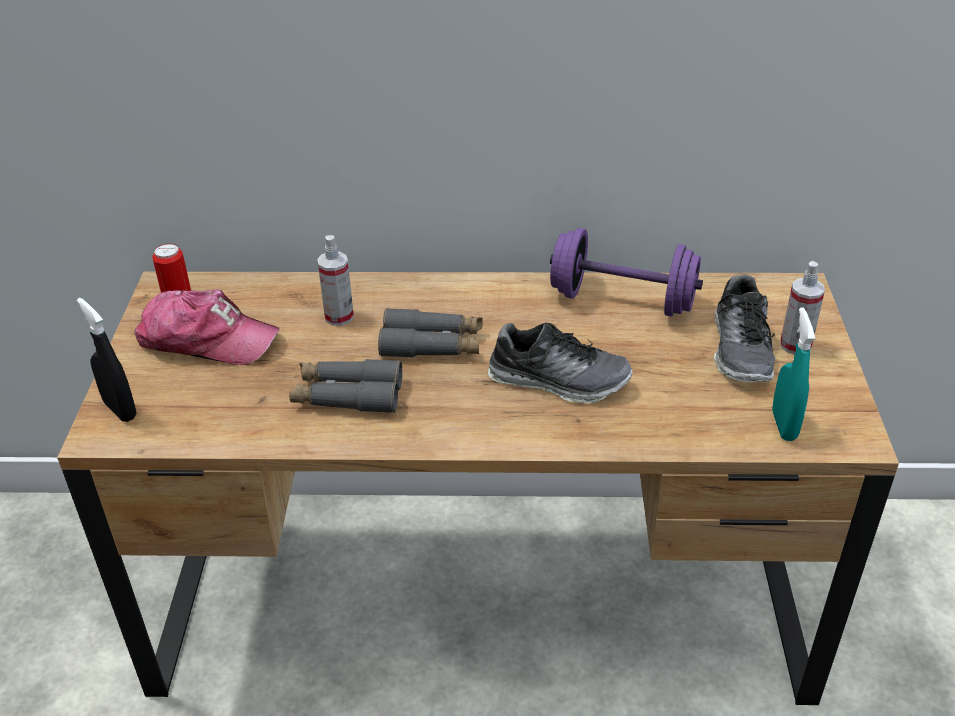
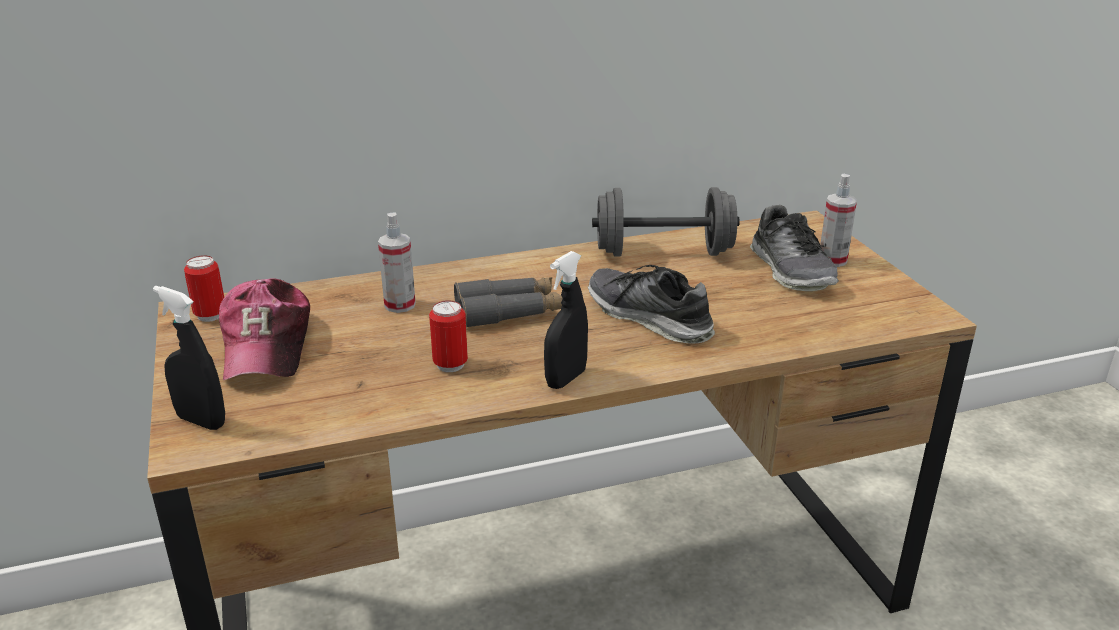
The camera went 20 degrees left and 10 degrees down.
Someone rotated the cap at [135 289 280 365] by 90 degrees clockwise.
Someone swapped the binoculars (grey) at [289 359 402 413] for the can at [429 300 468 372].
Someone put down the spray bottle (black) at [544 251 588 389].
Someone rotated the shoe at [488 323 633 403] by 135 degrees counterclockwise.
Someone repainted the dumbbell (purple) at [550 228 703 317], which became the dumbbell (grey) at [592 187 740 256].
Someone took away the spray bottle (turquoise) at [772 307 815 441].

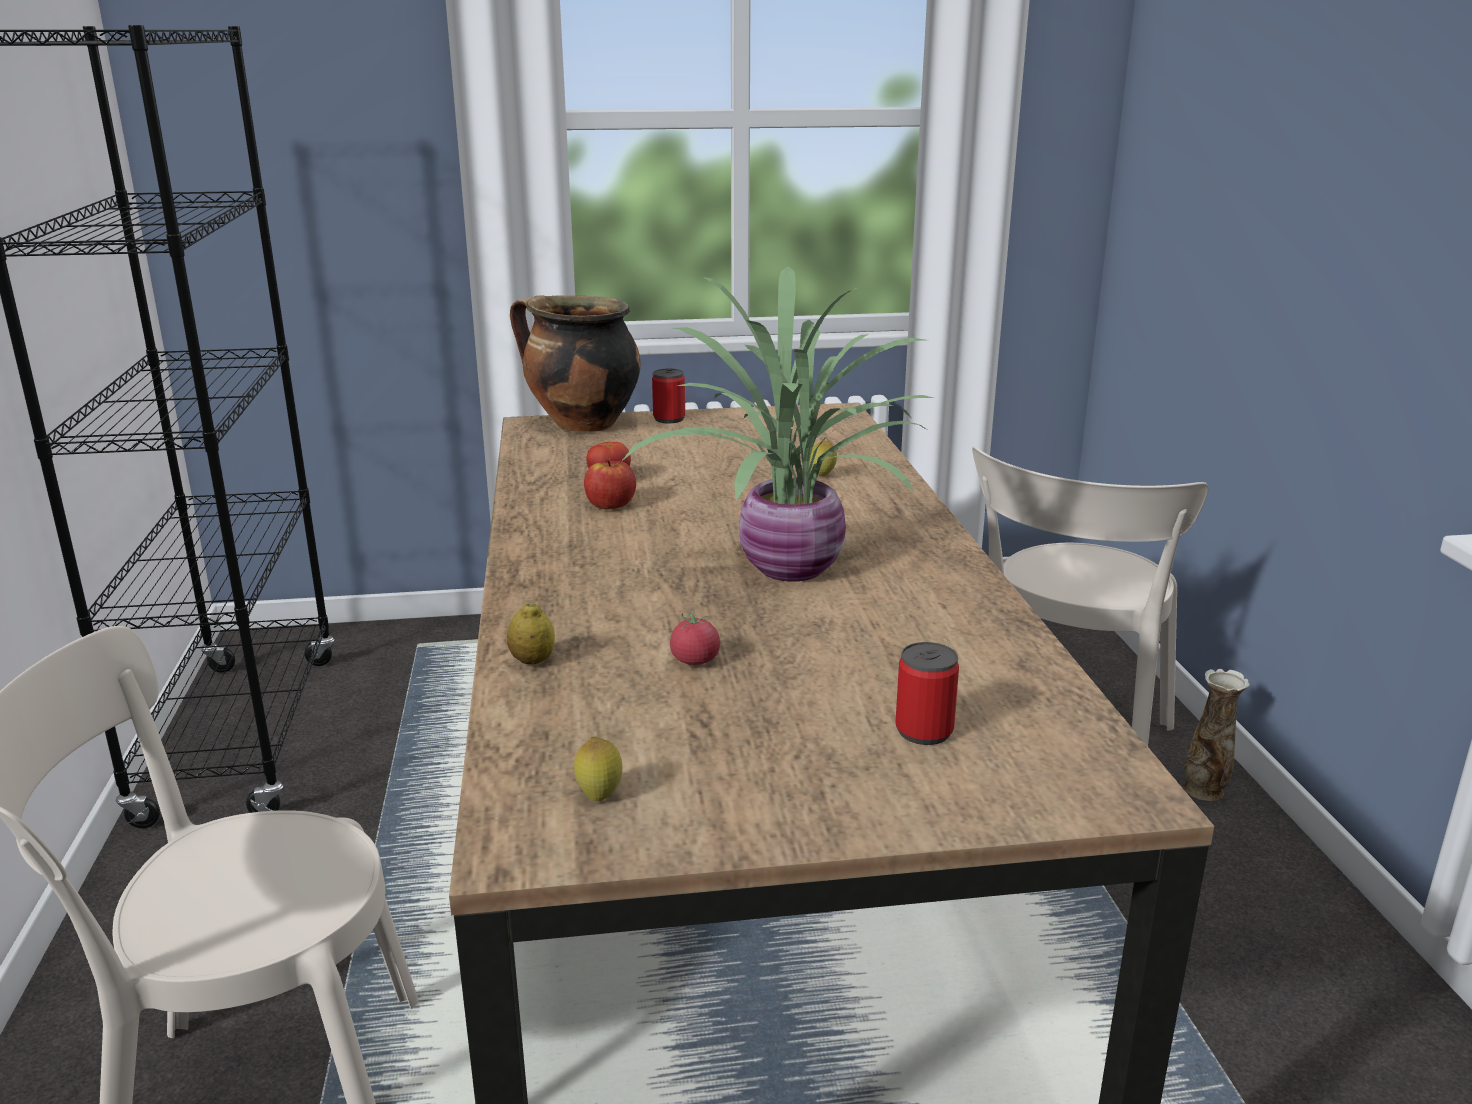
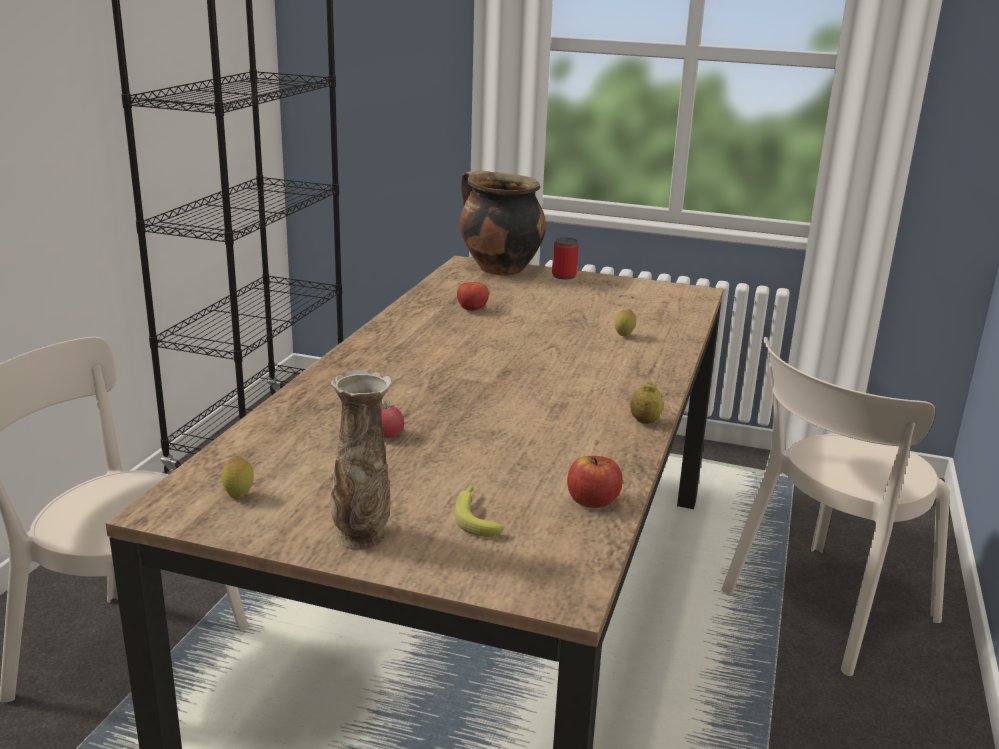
The camera went 25 degrees right and 0 degrees up.
Someone carried the vase from [1184 669 1250 801] to [331 370 392 550].
Someone swapped the can at [896 642 959 745] for the banana at [455 484 505 537].
Someone carried the apple from [584 460 636 510] to [567 456 623 508].
Someone carried the lemon from [507 602 555 664] to [630 381 663 424].
Someone took away the potted plant at [622 267 933 581].

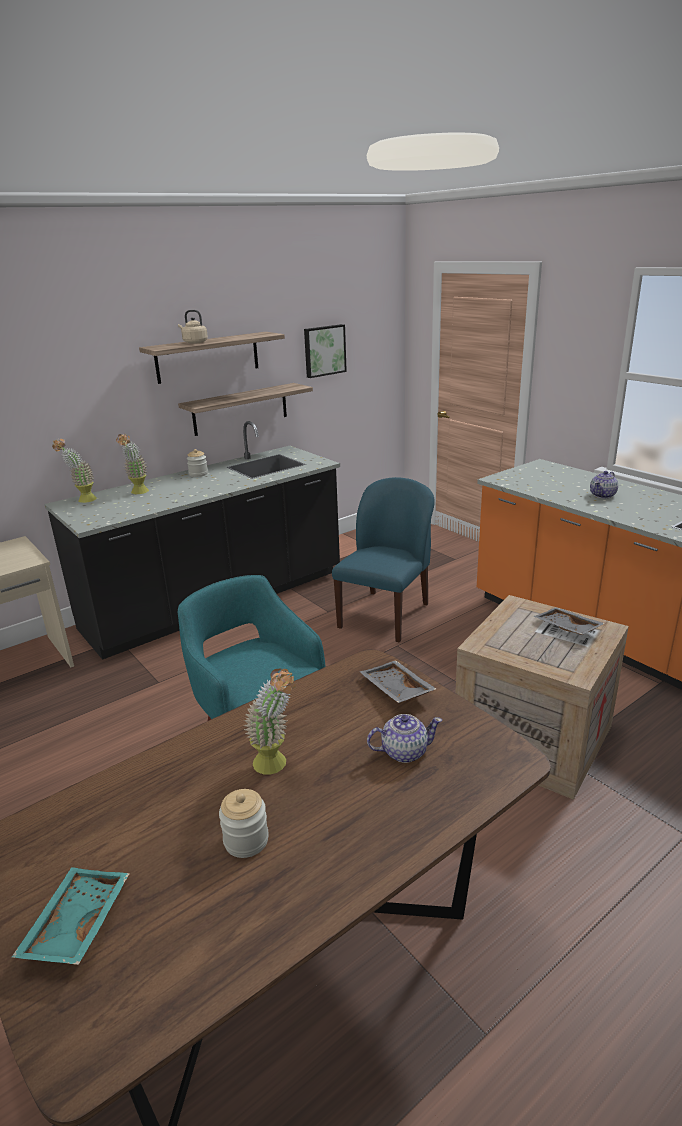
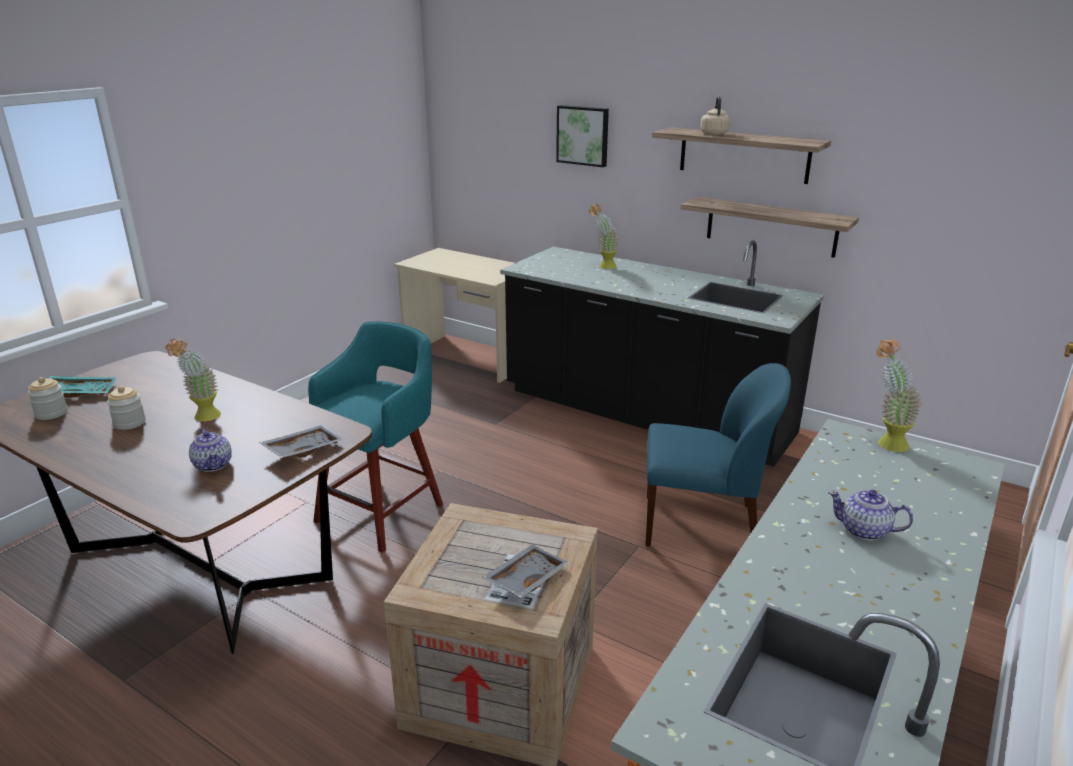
The camera went 70 degrees right and 0 degrees up.
Someone carried the jar from [187 449 208 477] to [27 377 68 420].
Someone carried the picture from [304 324 347 378] to [556 105 609 167].
Someone carried the potted plant from [52 439 97 503] to [876 339 922 452].

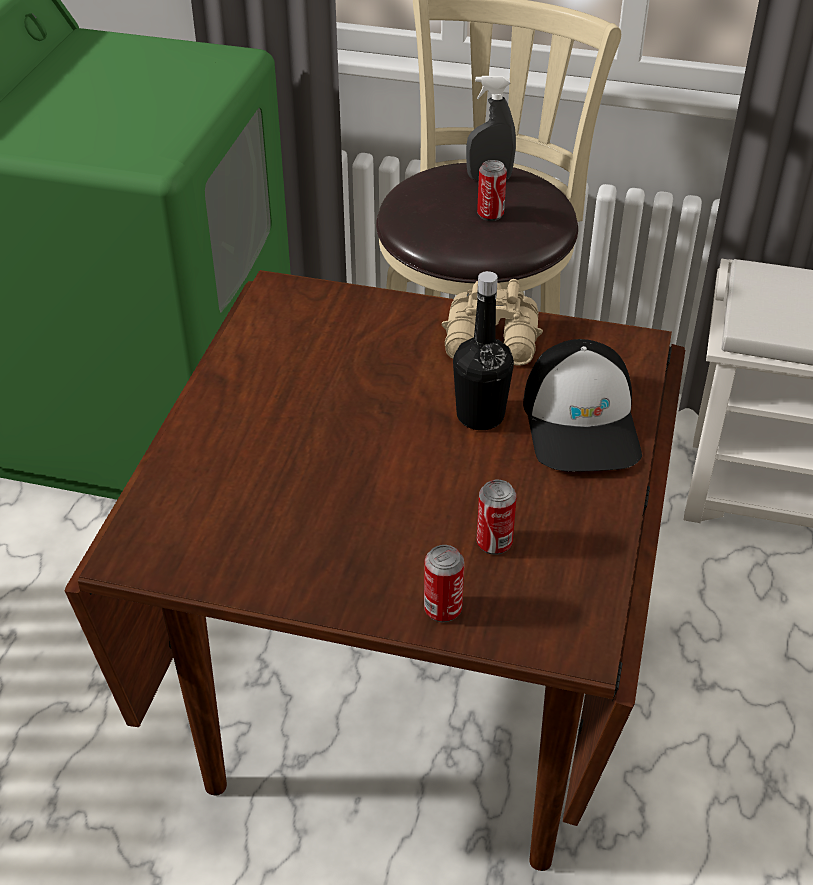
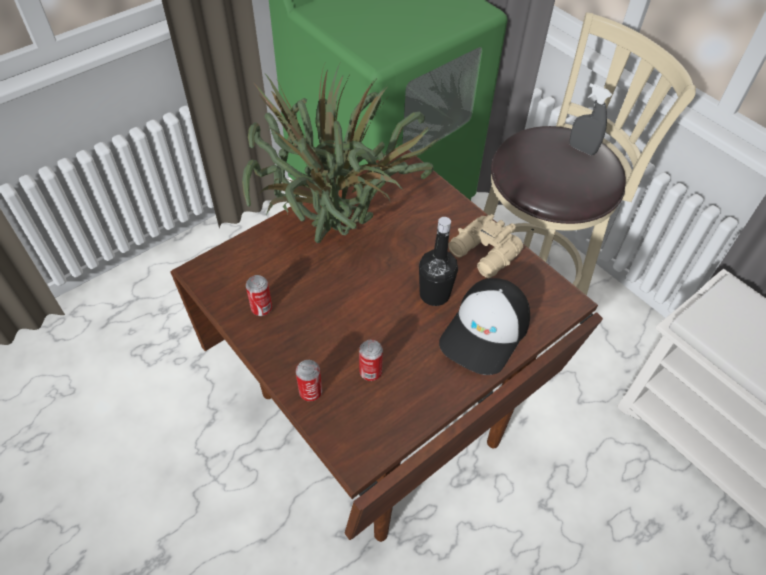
The camera went 35 degrees right and 10 degrees up.
Someone put down the potted plant at [242 63 441 243].
Someone carried the can from [477 160 507 221] to [246 275 272 316].

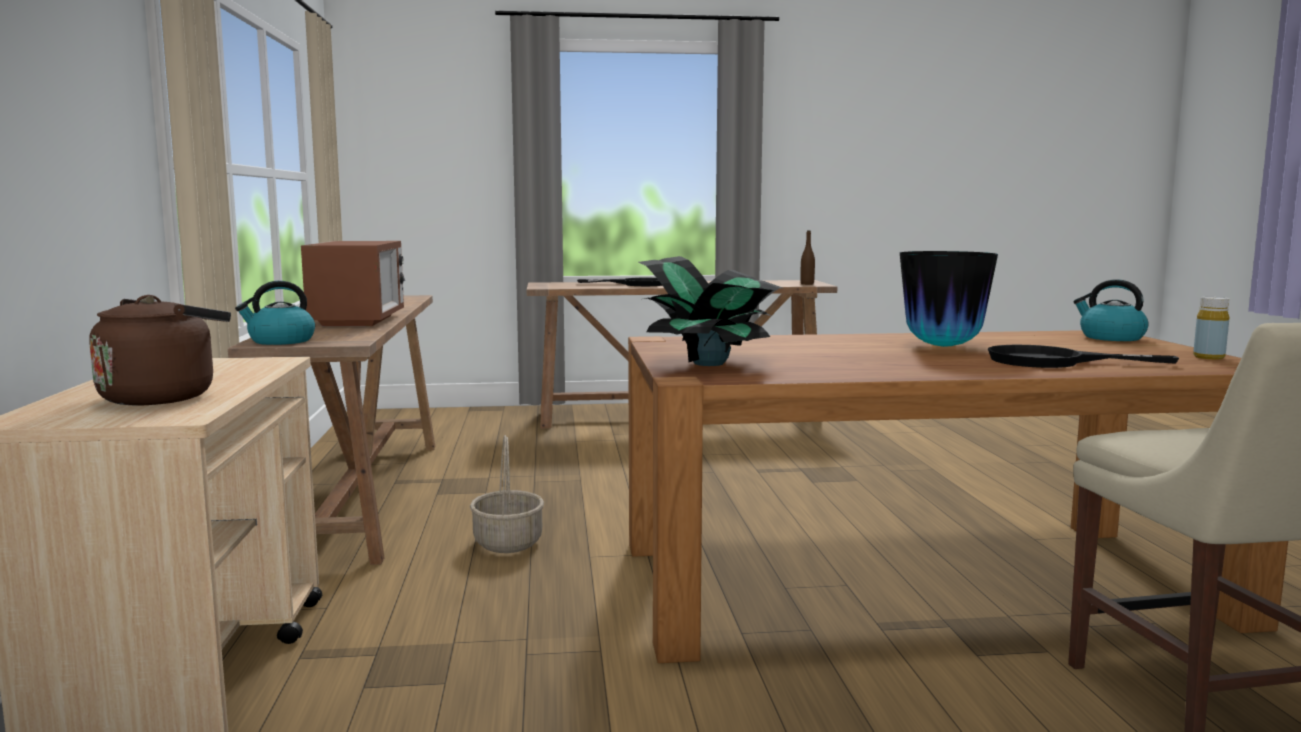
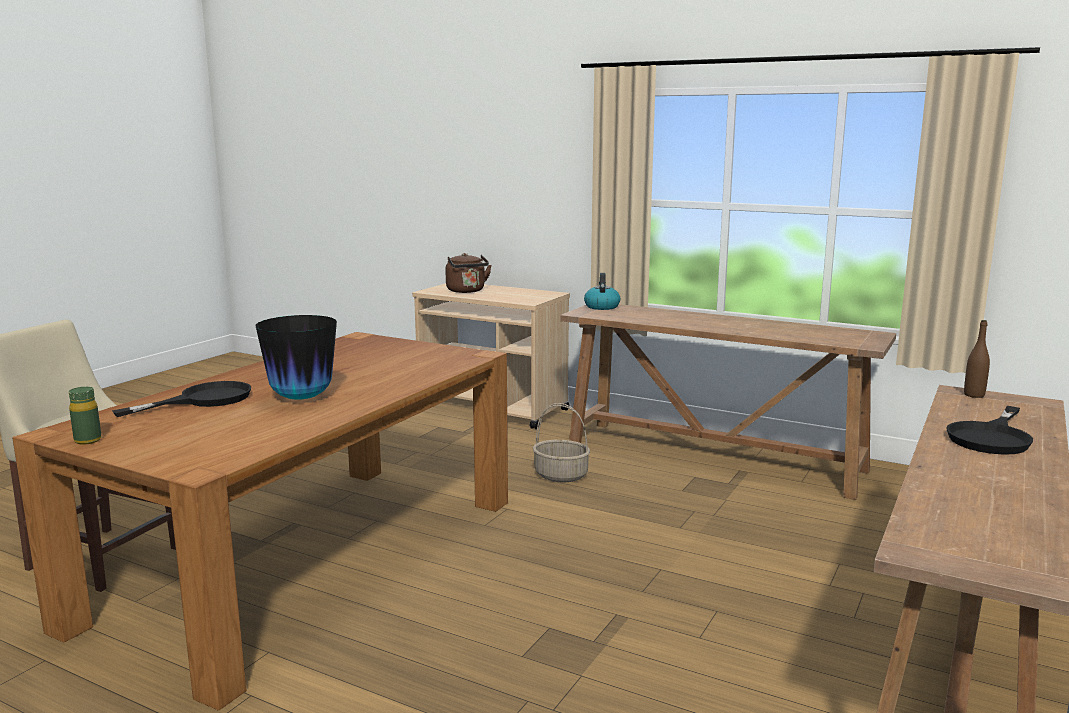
The camera went 125 degrees right and 5 degrees up.
Someone repainted the bottle (yellow) at [1193 297 1230 360], which became the bottle (green) at [69 387 102 445].
Someone carried the bottle (brown) from [800 230 815 285] to [964 320 990 398].
Someone took away the microwave at [301 241 405 327].
Someone took away the potted plant at [639 256 782 366].
Someone took away the kettle at [1073 279 1149 341].

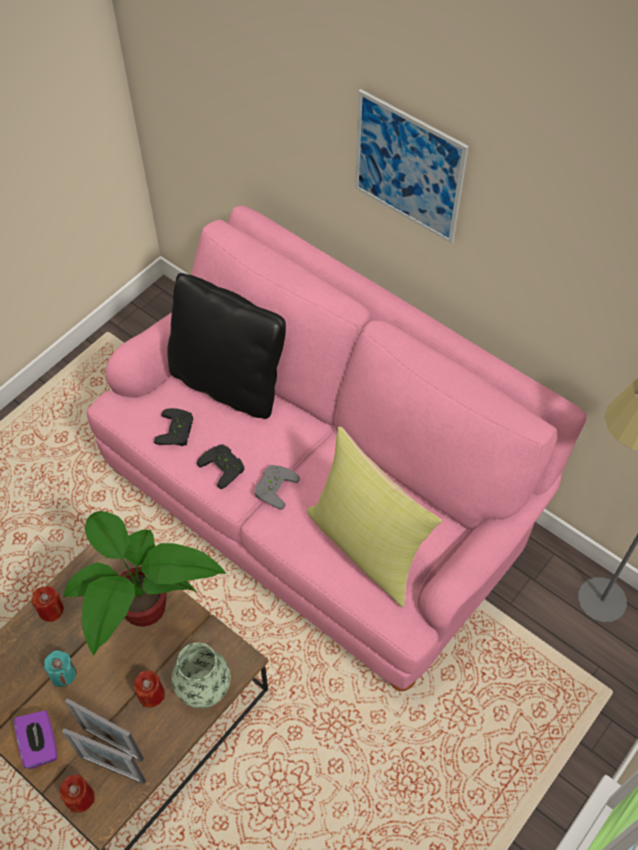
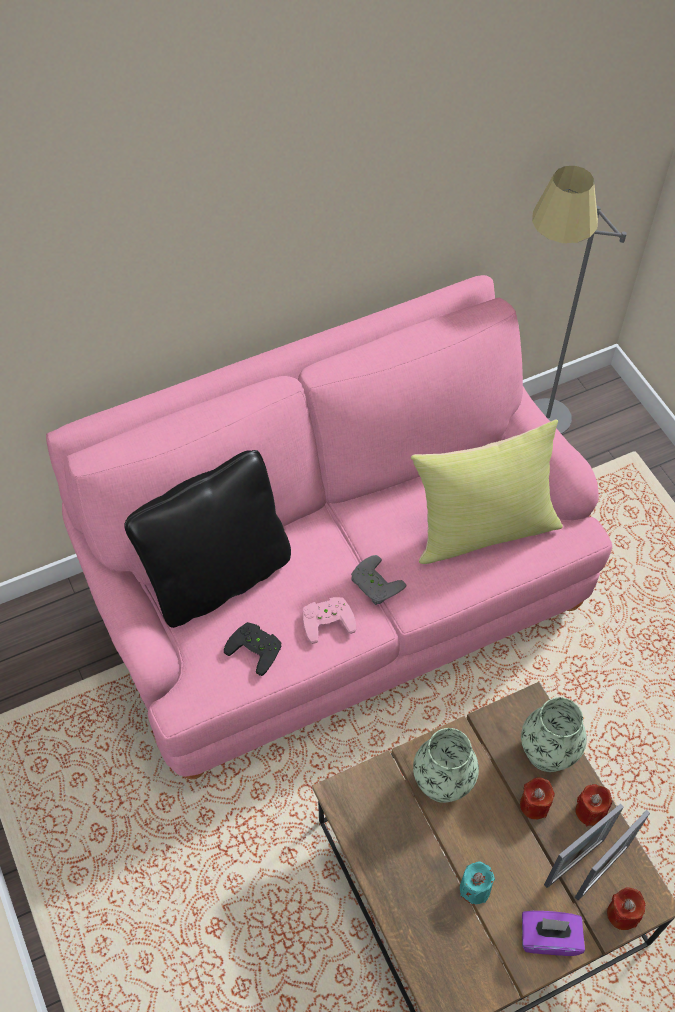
The camera went 65 degrees left and 0 degrees up.
Someone repainted the game controller (black) at [197 444 244 489], which became the game controller (pink) at [303 597 356 644].
Someone swapped the potted plant at [63 511 227 656] for the vase at [413 728 479 803].
Someone carried the candle (red) from [31 586 64 622] to [575 784 612 826].
Someone took away the picture at [355 89 469 244].

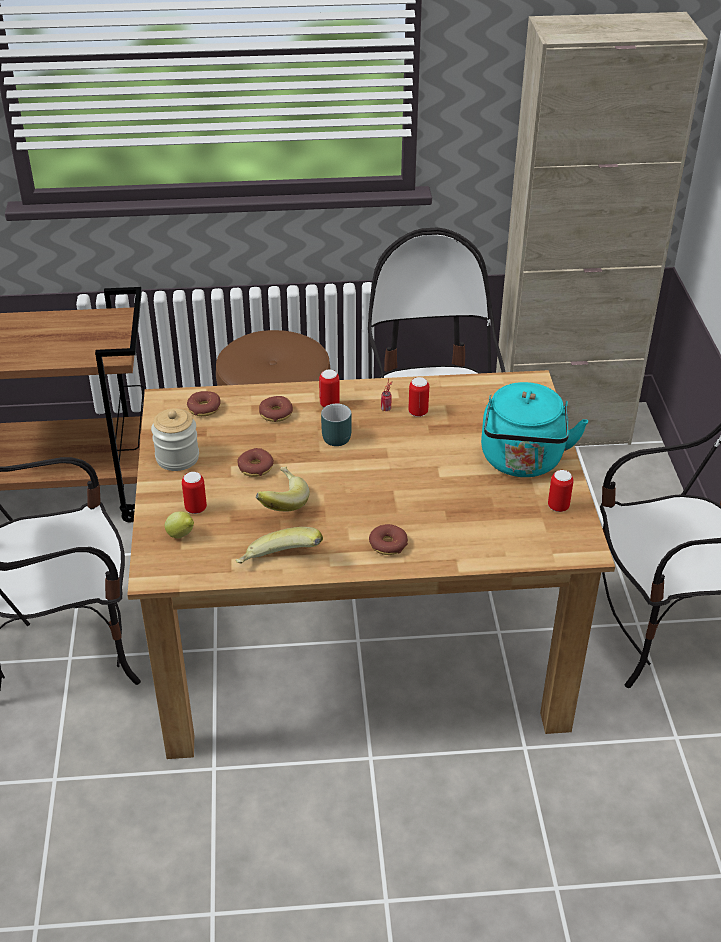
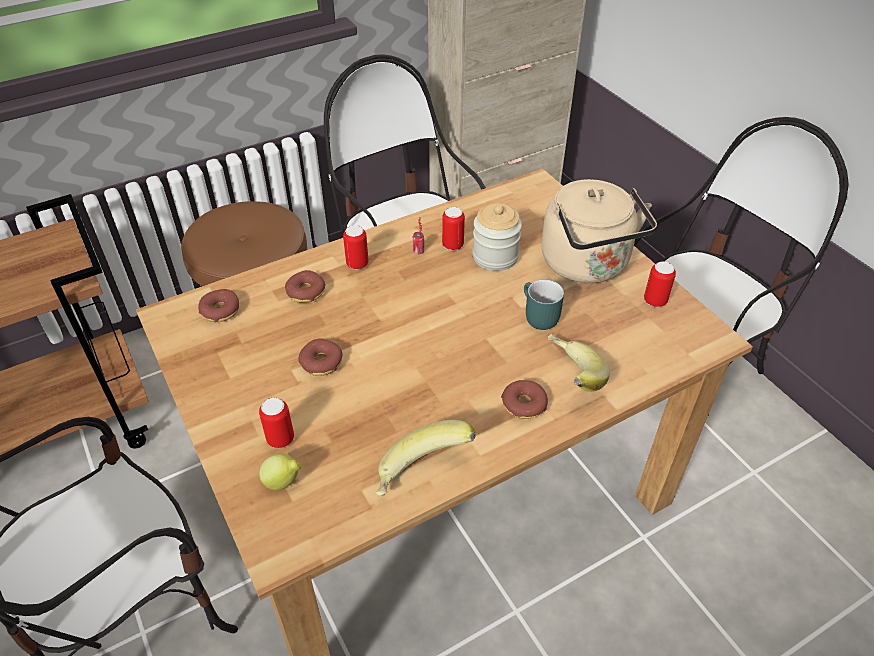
The camera went 25 degrees left and 5 degrees up.
Someone carried the jar from [151 408 199 471] to [472 203 522 271].
Someone carried the mug (turquoise) from [321 404 352 446] to [524 280 564 330].
Someone repainted the kettle (turquoise) at [481 382 588 477], which became the kettle (beige) at [541 179 657 283].
Someone carried the banana from [256 467 310 511] to [548 334 610 392].

